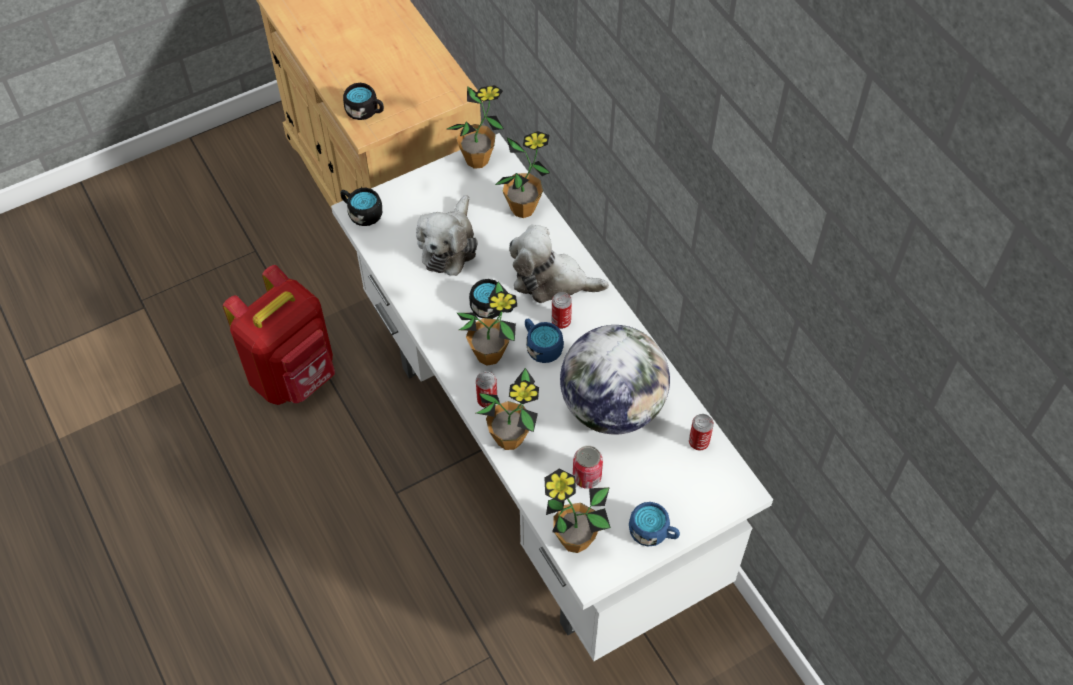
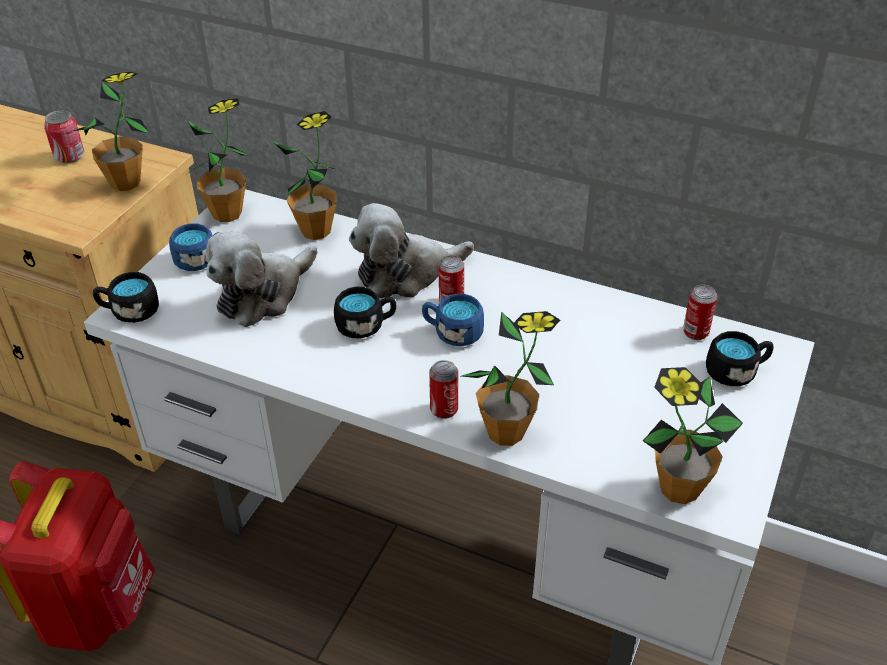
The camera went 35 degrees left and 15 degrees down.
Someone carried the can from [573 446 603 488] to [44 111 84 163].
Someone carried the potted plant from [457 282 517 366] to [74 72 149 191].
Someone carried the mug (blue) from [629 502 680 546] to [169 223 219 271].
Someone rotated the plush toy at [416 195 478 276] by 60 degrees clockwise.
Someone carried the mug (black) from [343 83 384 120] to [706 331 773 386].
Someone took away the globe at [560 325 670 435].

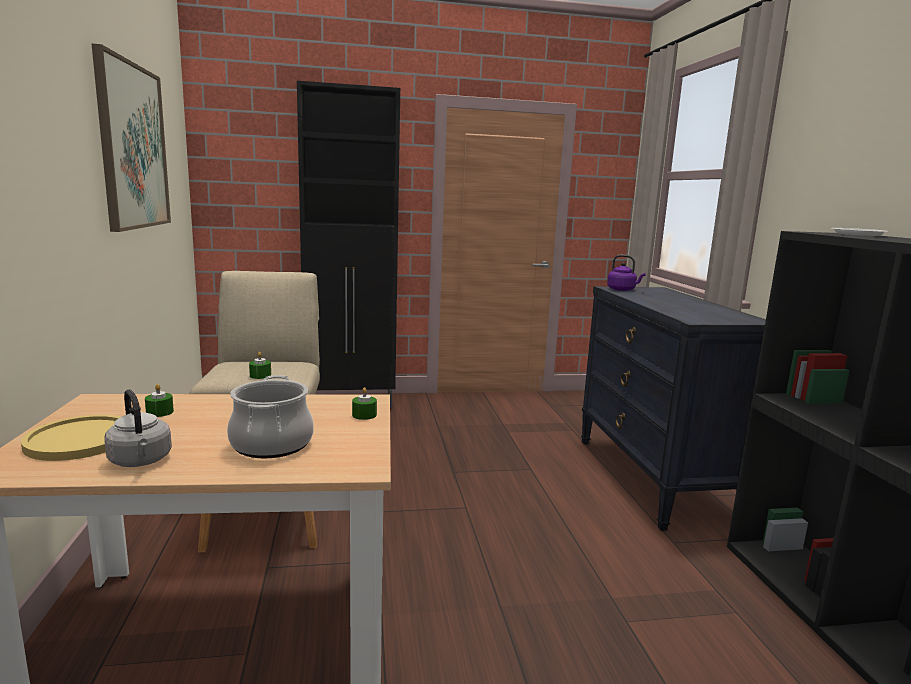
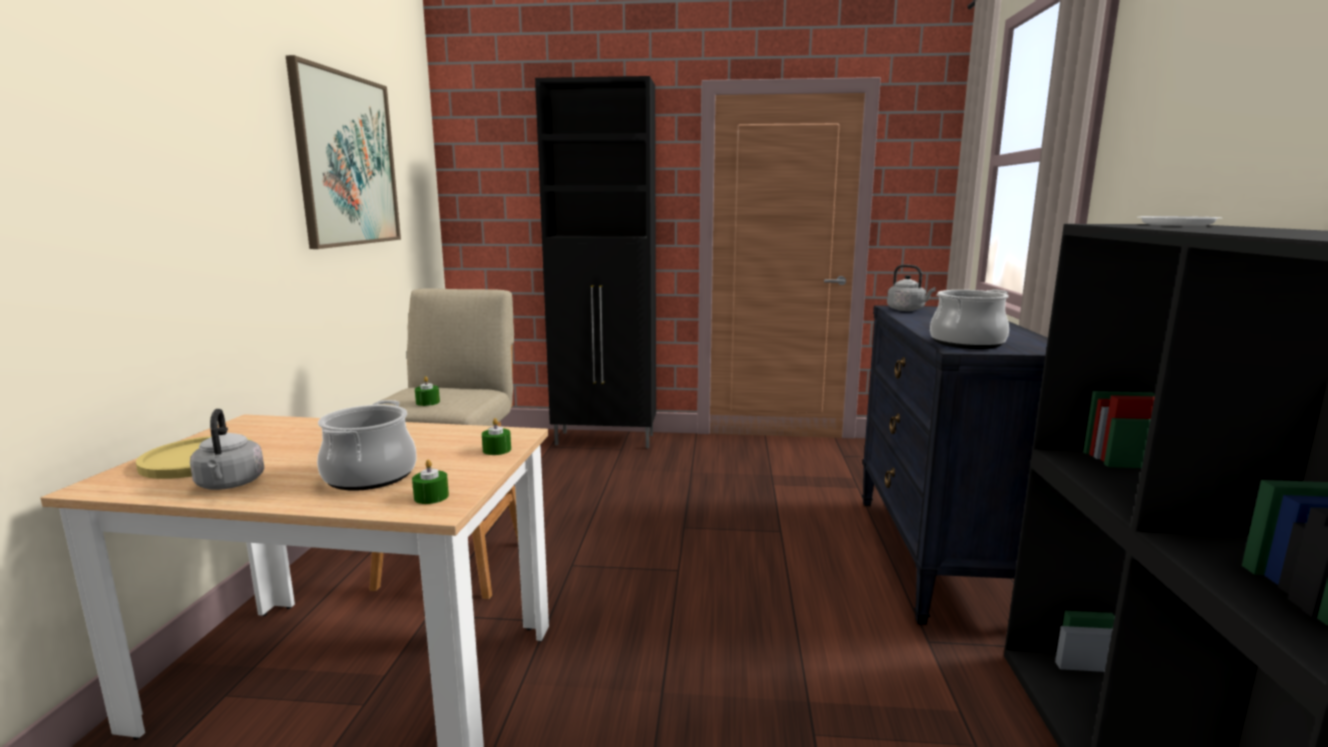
The camera went 15 degrees right and 0 degrees up.
Someone carried the candle (green) from [145 384 174 417] to [412 459 449 504].
Someone repainted the kettle (purple) at [607 255 646 291], which became the kettle (grey) at [887 264 936 311].
Someone put down the cooking pot at [930 289 1009 349].

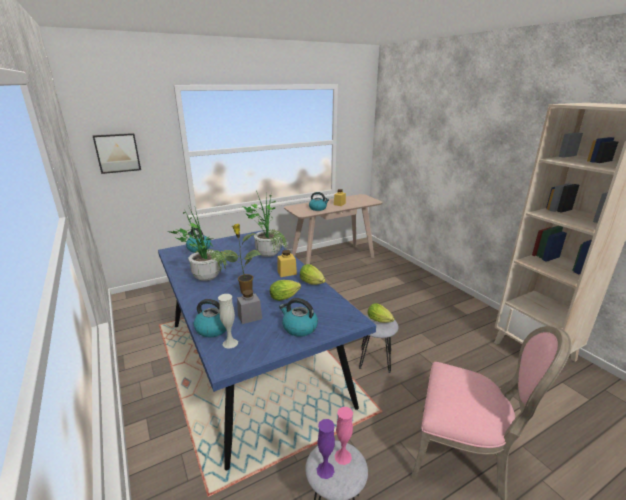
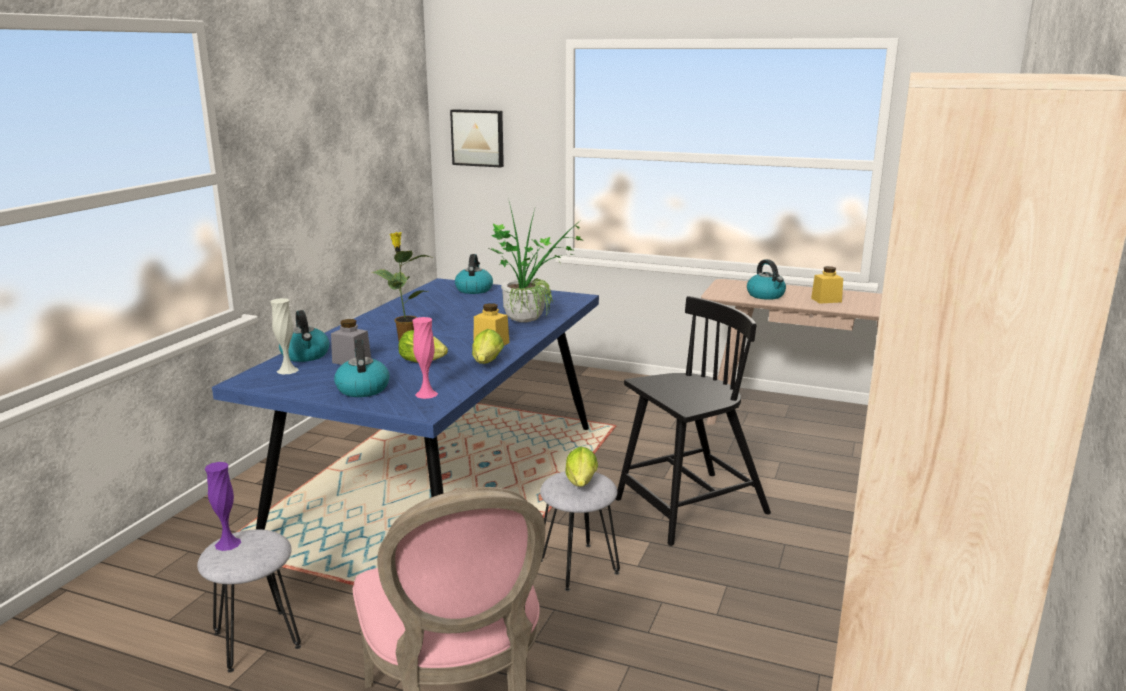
The camera went 50 degrees right and 5 degrees down.
Someone carried the vase (pink) from [334 407 353 465] to [413 317 438 399].
Someone put down the chair (black) at [616 296 771 546].
Someone took away the potted plant at [170 204 227 281].

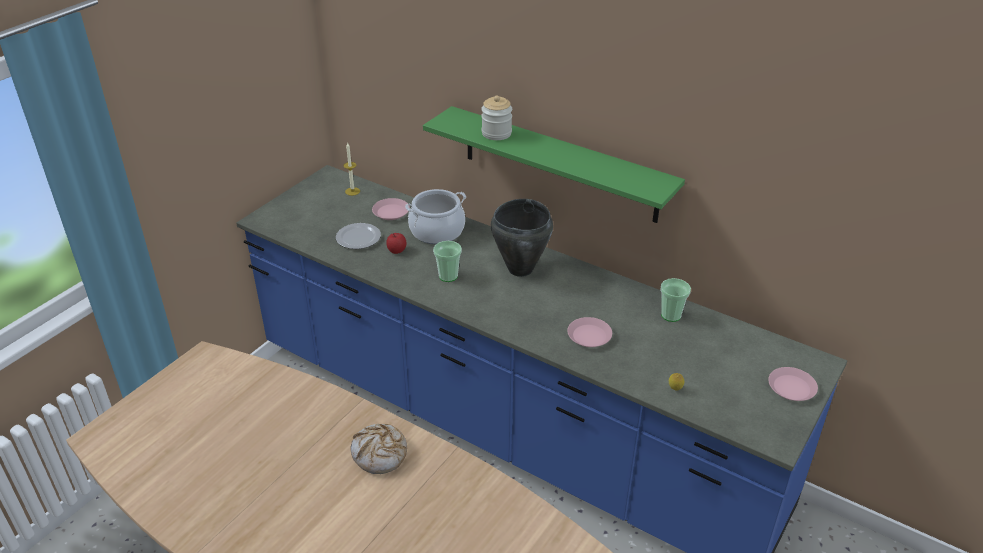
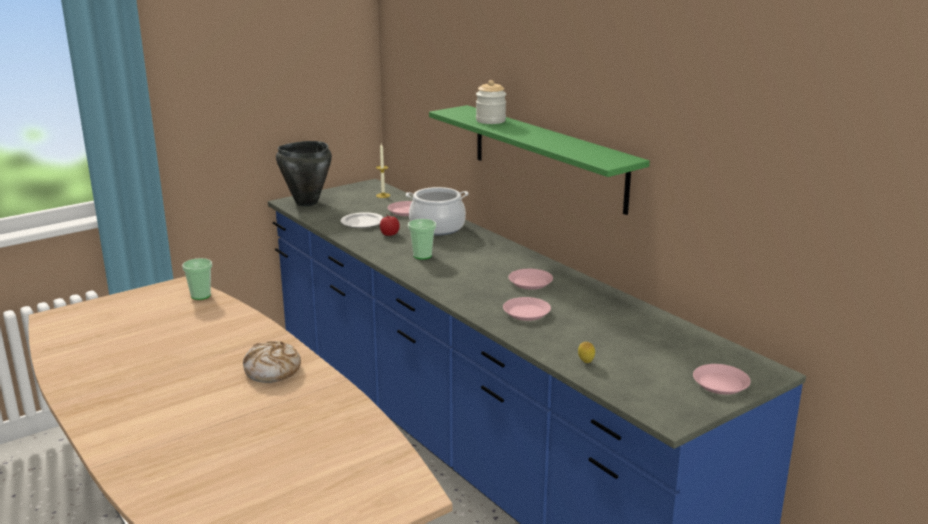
The camera went 20 degrees right and 15 degrees down.
Someone carried the cup from [660 278 691 322] to [182 258 212 300].
Someone carried the cooking pot (black) from [491 199 553 277] to [276 141 332 206].
Someone put down the plate (pink) at [508 269 553 290].

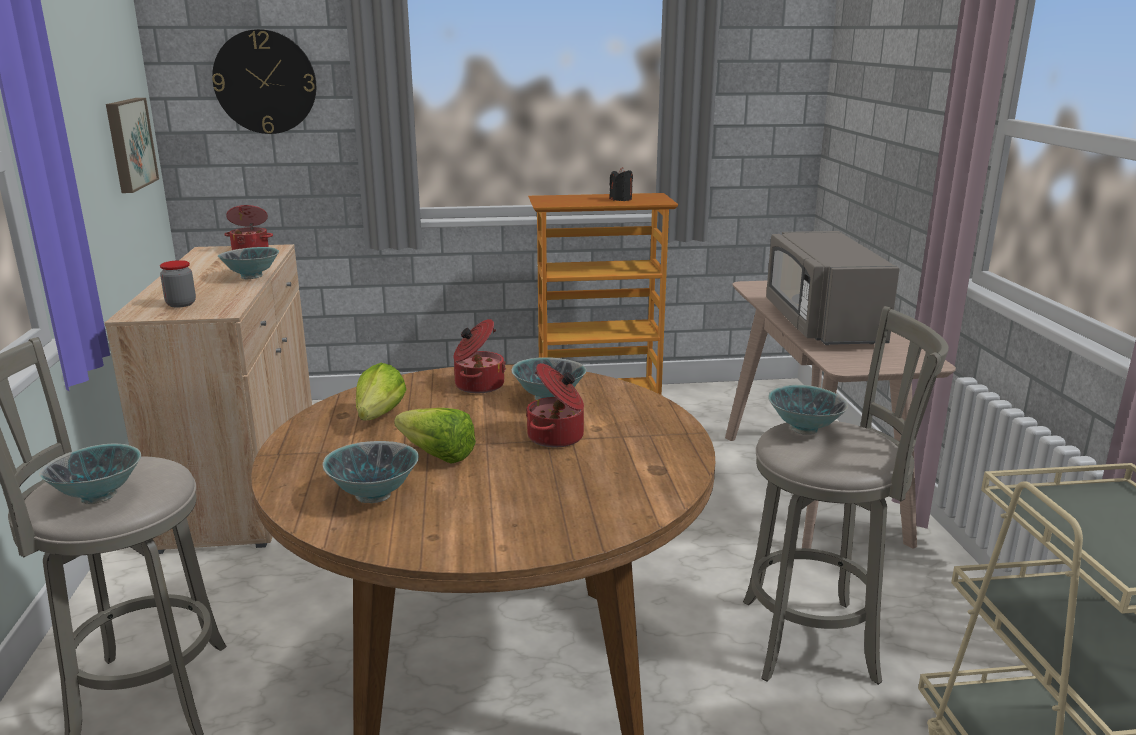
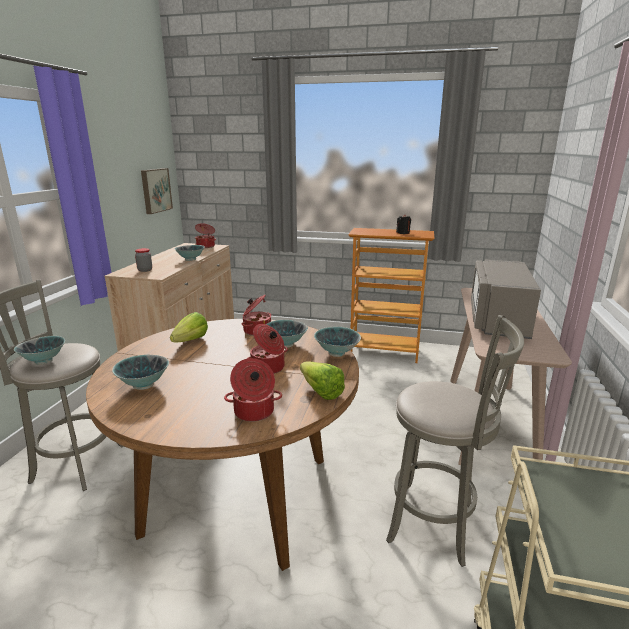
The camera went 20 degrees right and 0 degrees up.
Someone put down the cooking pot at [224 358 282 422].
Someone carried the lettuce from [394 408 476 464] to [300 362 345 400].
Someone carried the bowl from [768 385 848 435] to [314 327 361 357].
Someone took away the wall clock at [212 29 316 134].

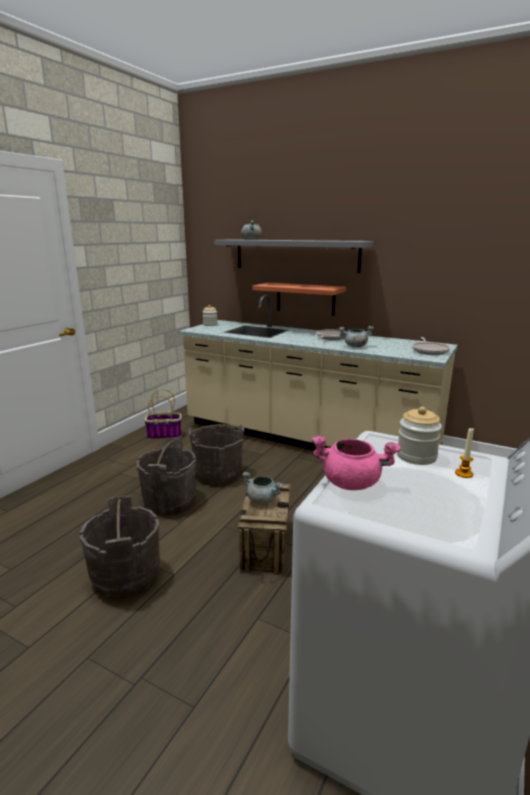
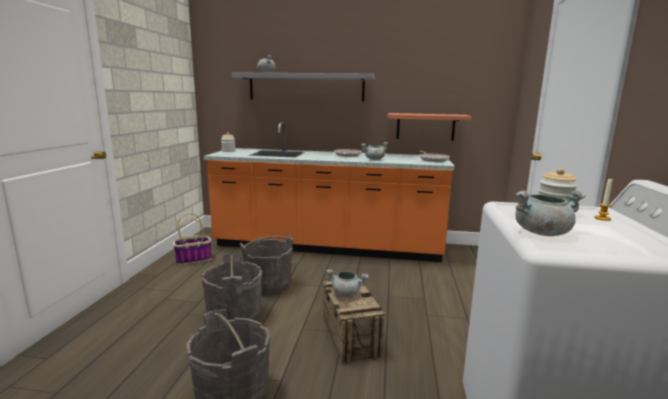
The camera went 20 degrees left and 5 degrees down.
Someone repainted the counter (beige) at [179 295 458 450], which became the counter (orange) at [204 122 455 262].
Someone carried the shelf from [252 282 346 316] to [388 113 472 141].
Someone repainted the cooking pot (pink) at [312 436 401 490], which became the cooking pot (grey) at [515 190 586 236].

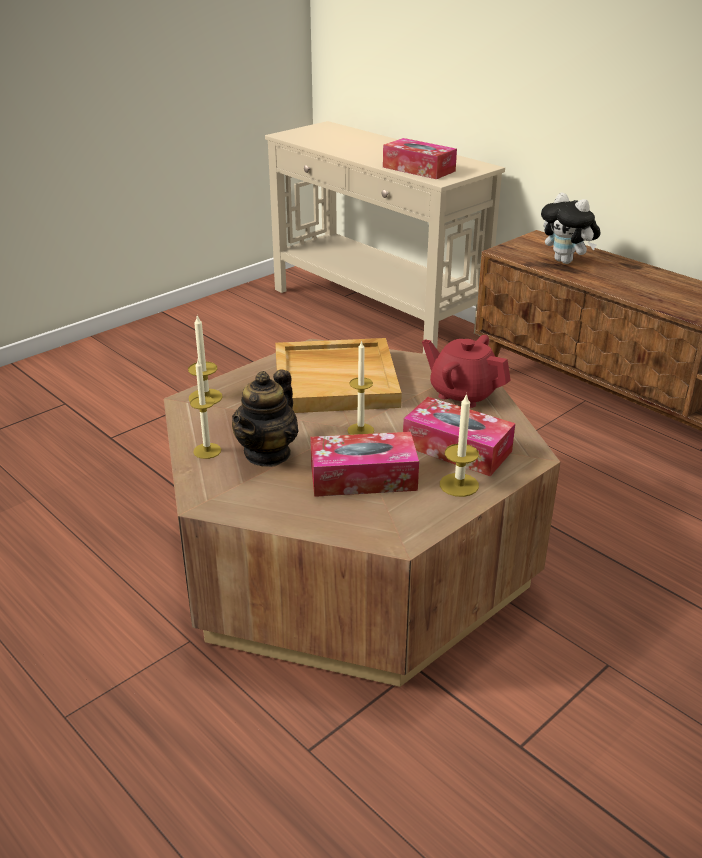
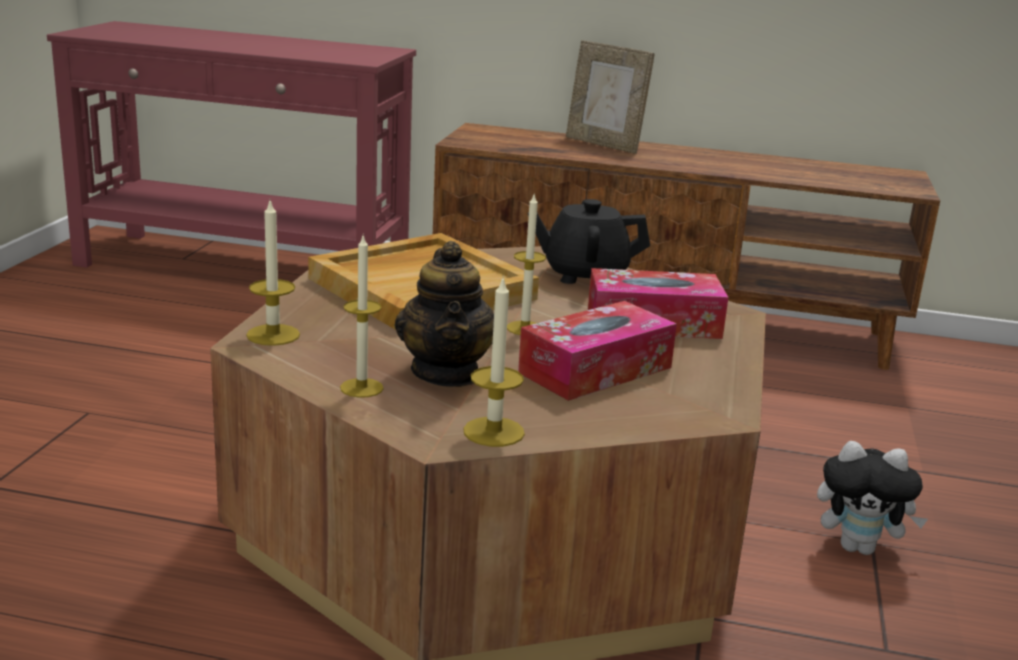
The camera went 35 degrees left and 10 degrees down.
Someone repainted the console table (beige) at [265 121 505 354], which became the console table (red) at [47 21 416 268].
Someone carried the candle from [440 393 479 497] to [463 276 525 447].
Someone repainted the teapot (red) at [422 335 511 408], which became the teapot (black) at [528 199 650 284].
Someone put down the picture frame at [566 40 654 154].
Someone carried the plush toy from [541 193 601 264] to [817 441 928 555].
Someone took away the tissue box at [383 138 457 179].

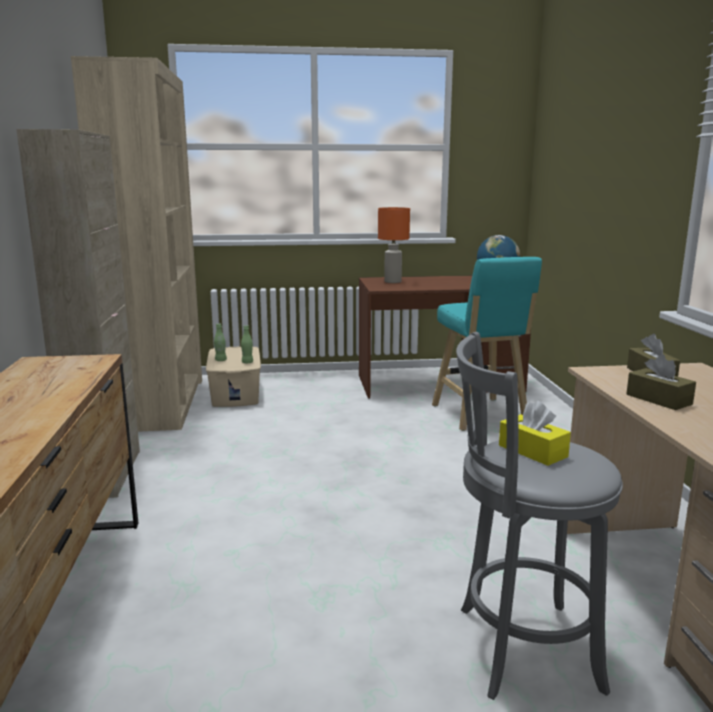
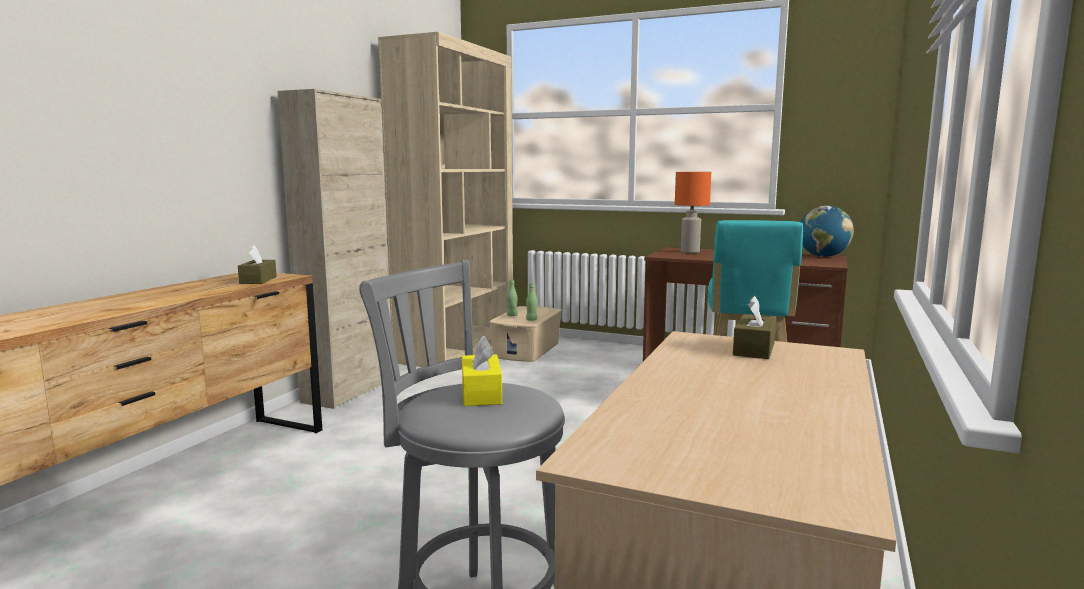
The camera went 30 degrees right and 5 degrees down.
Someone carried the tissue box (brown) from [626 355 696 410] to [238 245 277 284].

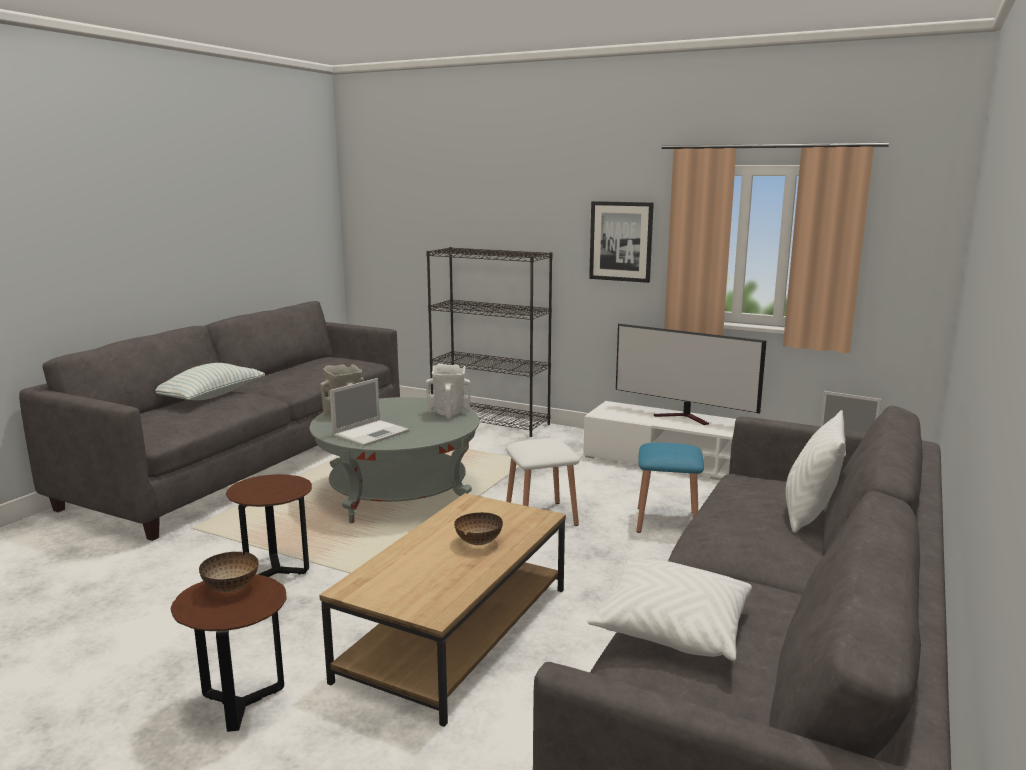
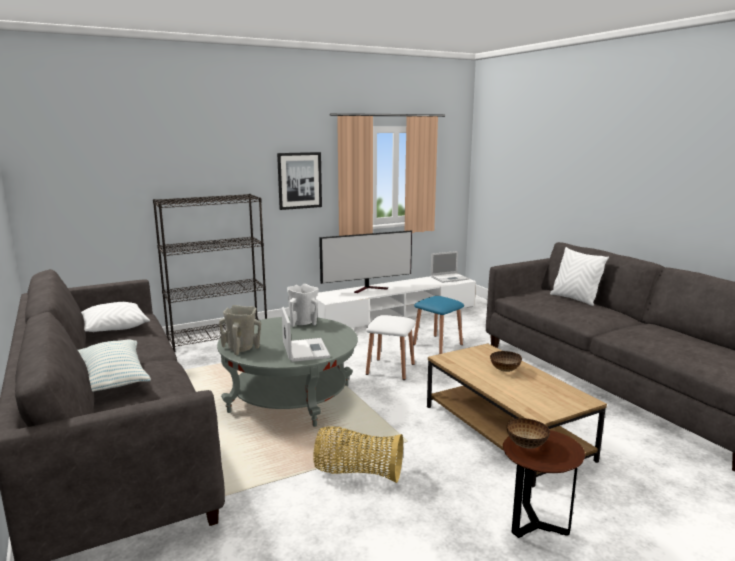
The camera went 55 degrees left and 0 degrees up.
Someone carried the pillow (white) from [587 560 752 661] to [81 302 150 332].
Someone swapped the side table (brown) at [226 474 312 577] for the basket at [313 426 403 483].

